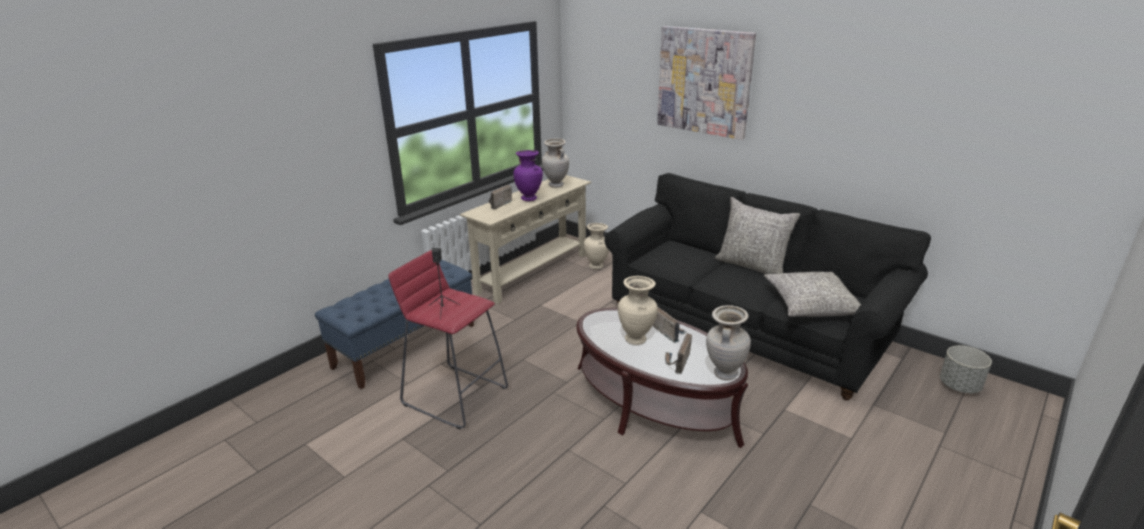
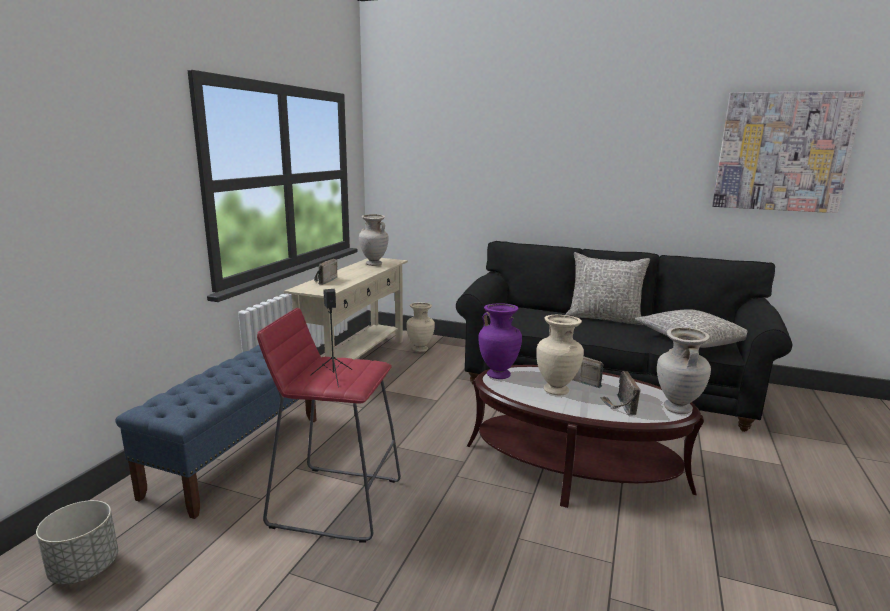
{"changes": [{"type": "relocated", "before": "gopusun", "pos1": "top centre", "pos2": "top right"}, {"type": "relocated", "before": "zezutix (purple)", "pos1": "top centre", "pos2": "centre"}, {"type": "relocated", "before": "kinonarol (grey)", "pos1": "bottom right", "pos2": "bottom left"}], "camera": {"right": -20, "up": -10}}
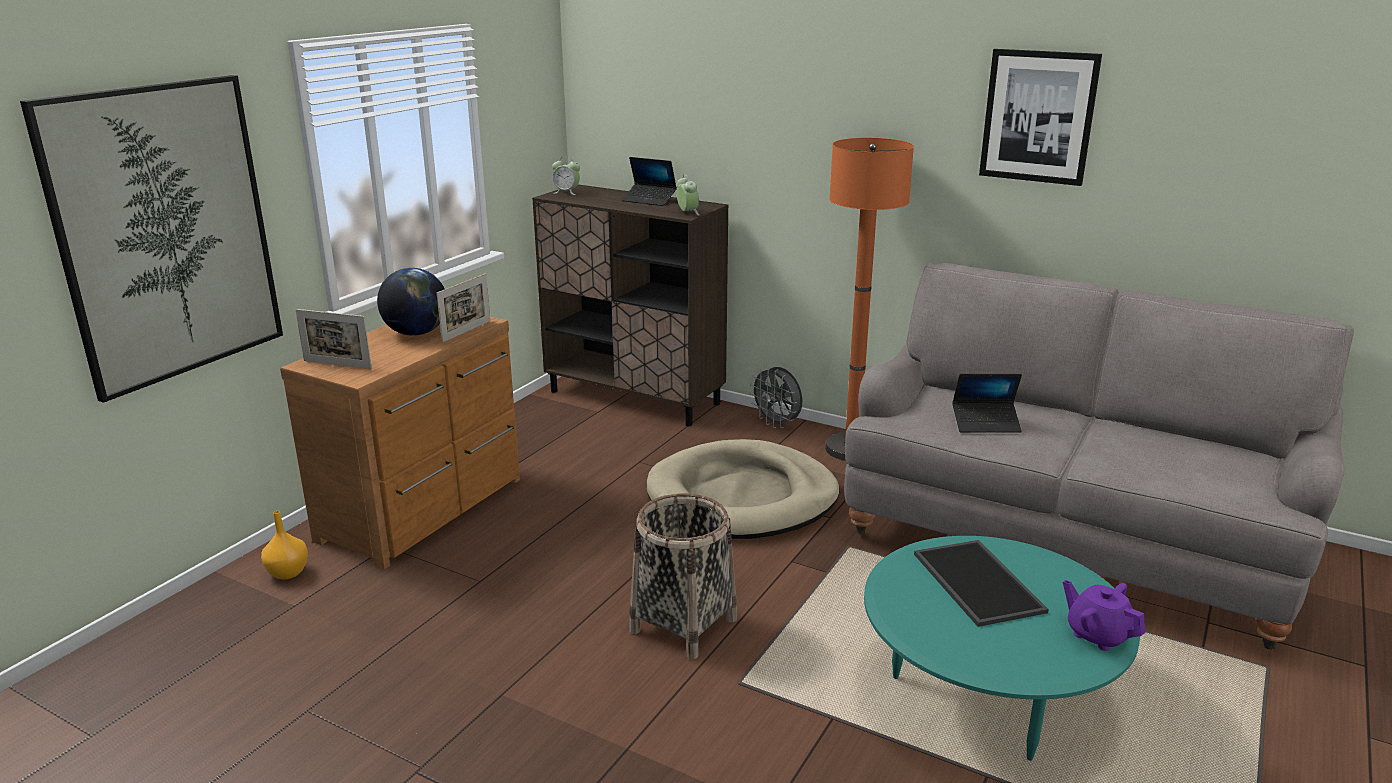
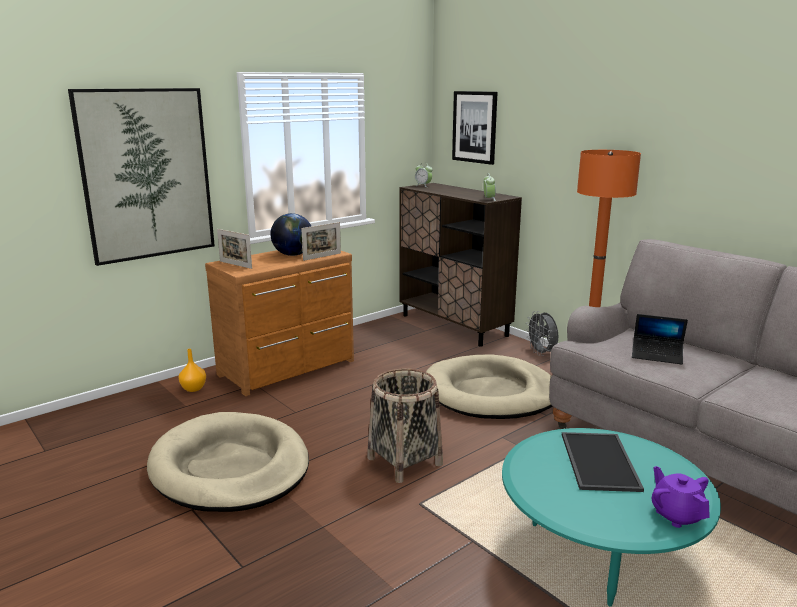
{"changes": [{"type": "relocated", "before": "gopusun (no. 2 from left)", "pos1": "top right", "pos2": "top centre"}, {"type": "missing", "before": "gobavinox (no. 1 from left)", "pos1": "top centre"}, {"type": "appeared", "after": "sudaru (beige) (no. 1 from left)", "pos2": "bottom left"}], "camera": {"right": 20, "up": -5}}
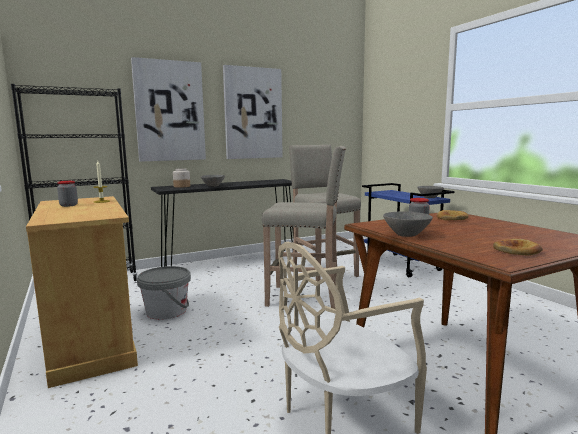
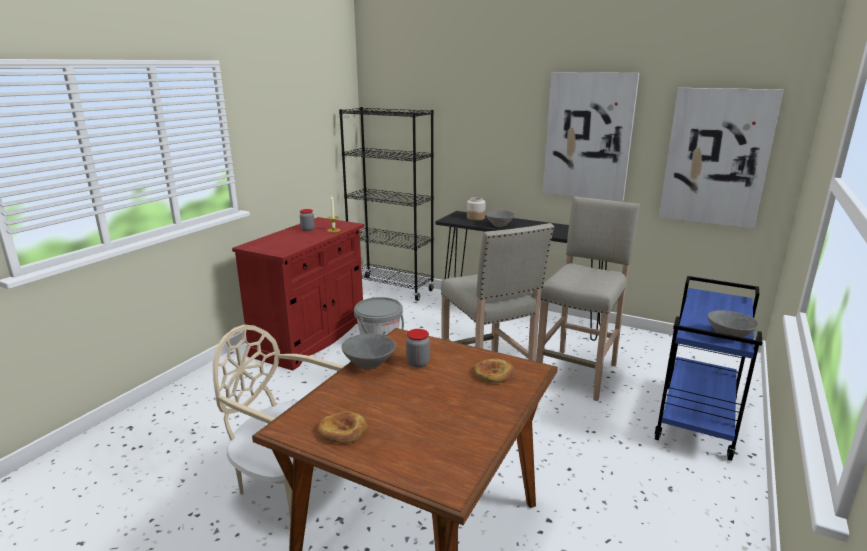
{"changes": [{"type": "relocated", "before": "gopusun (no. 1 from left in the first image)", "after": "gopusun (no. 2 from left)", "pos1": "top left", "pos2": "top right"}, {"type": "colour", "before": "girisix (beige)", "after": "girisix (red)", "pos1": "bottom left", "pos2": "centre"}], "camera": {"right": 55, "up": 10}}
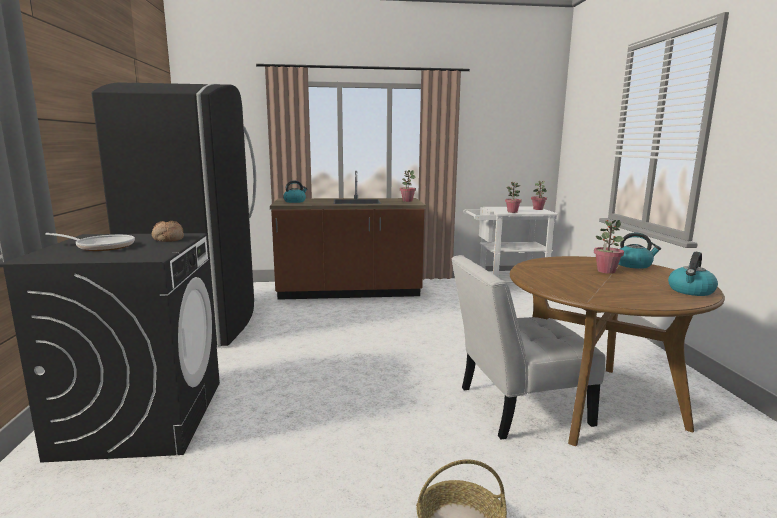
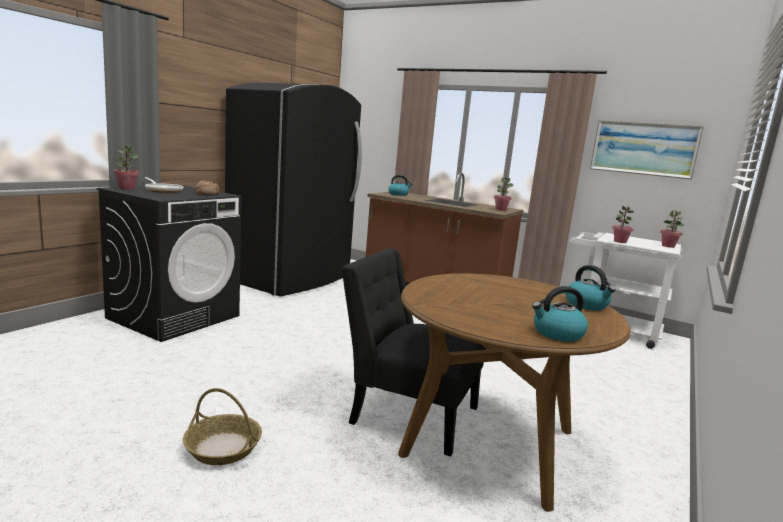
{"changes": [{"type": "relocated", "before": "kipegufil (no. 4 from left in the first image)", "after": "kipegufil (no. 1 from left)", "pos1": "middle right", "pos2": "top left"}, {"type": "colour", "before": "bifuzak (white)", "after": "bifuzak (black)", "pos1": "bottom right", "pos2": "bottom centre"}, {"type": "appeared", "after": "gopusun", "pos2": "top right"}], "camera": {"right": 35, "up": 0}}
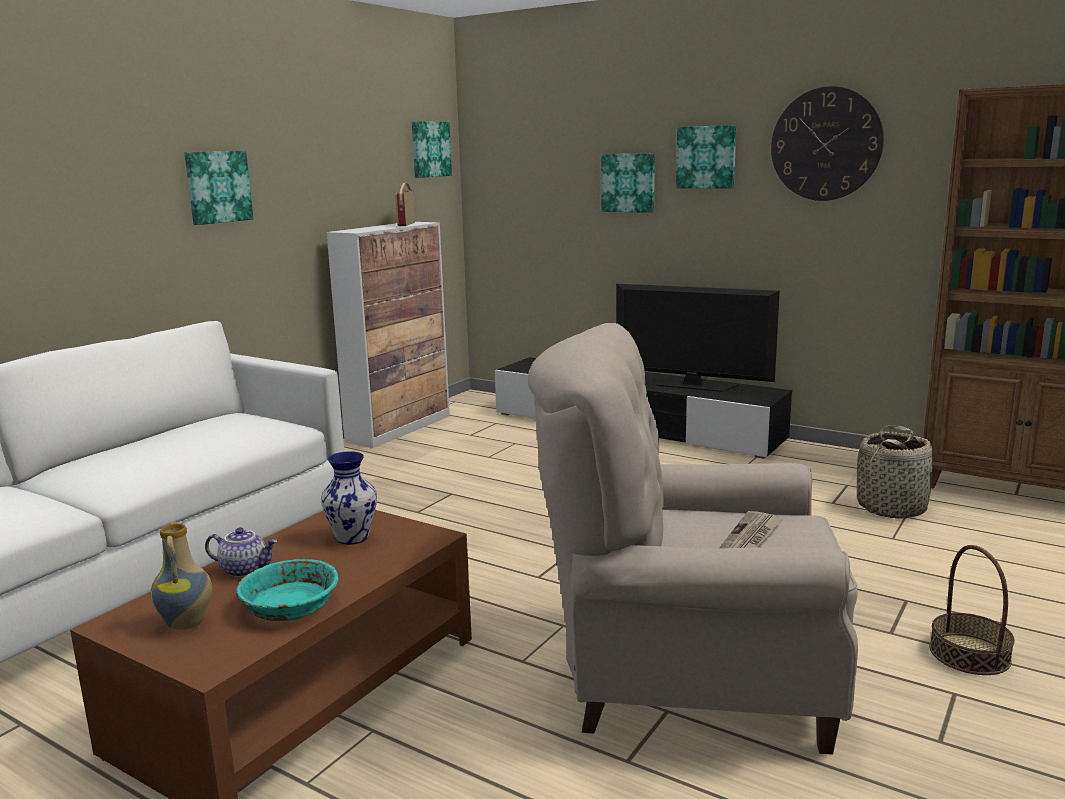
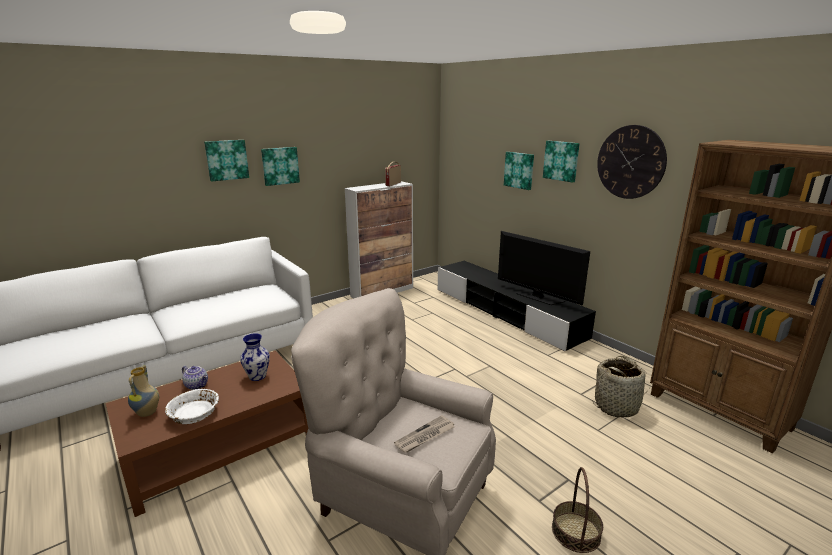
{"changes": [{"type": "relocated", "before": "gopusun (no. 2 from left in the first image)", "after": "gopusun (no. 1 from left)", "pos1": "top centre", "pos2": "top left"}, {"type": "colour", "before": "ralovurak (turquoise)", "after": "ralovurak (white)", "pos1": "bottom left", "pos2": "bottom left"}], "camera": {"right": 20, "up": 5}}
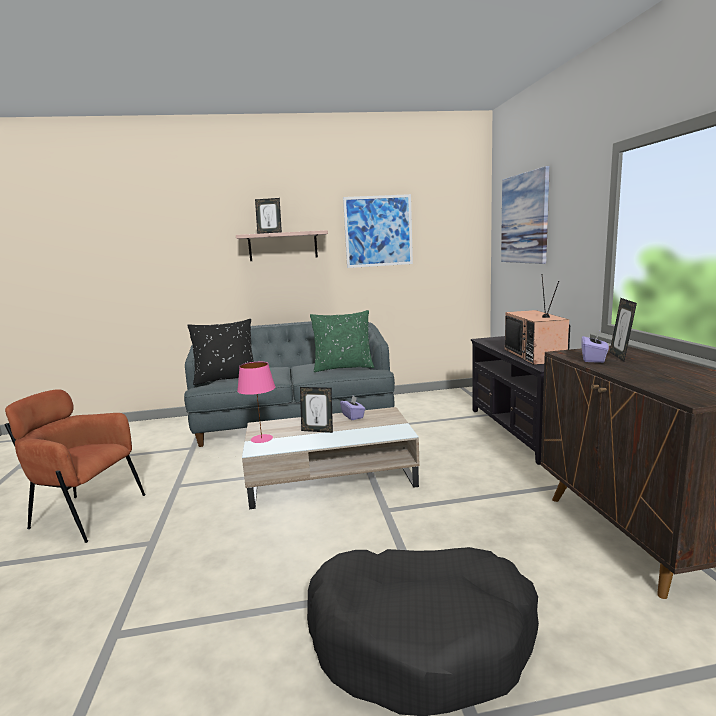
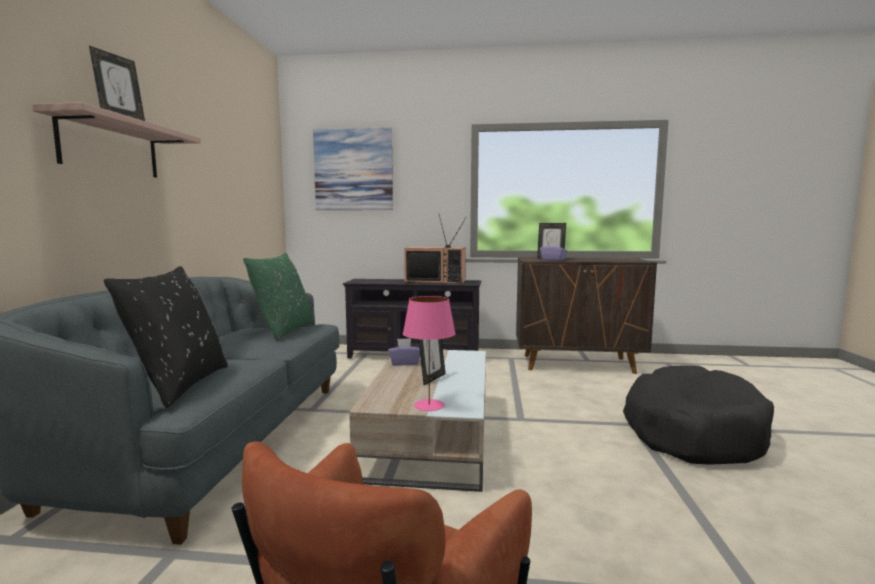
{"changes": [{"type": "missing", "before": "gopusun (no. 1 from left)", "pos1": "top centre"}], "camera": {"right": -75, "up": -5}}
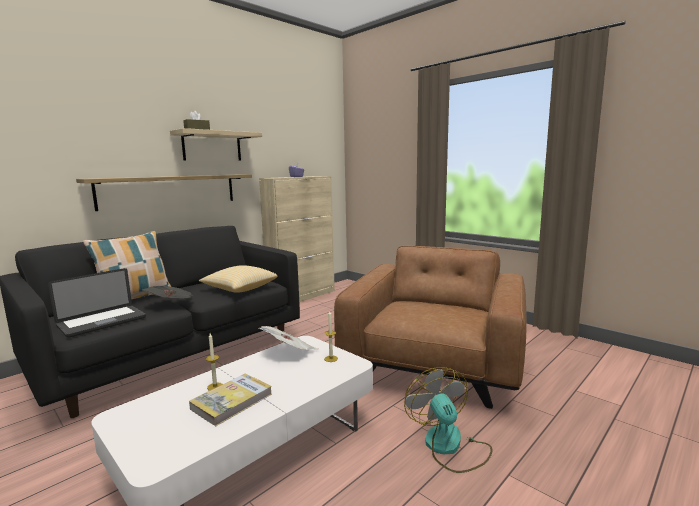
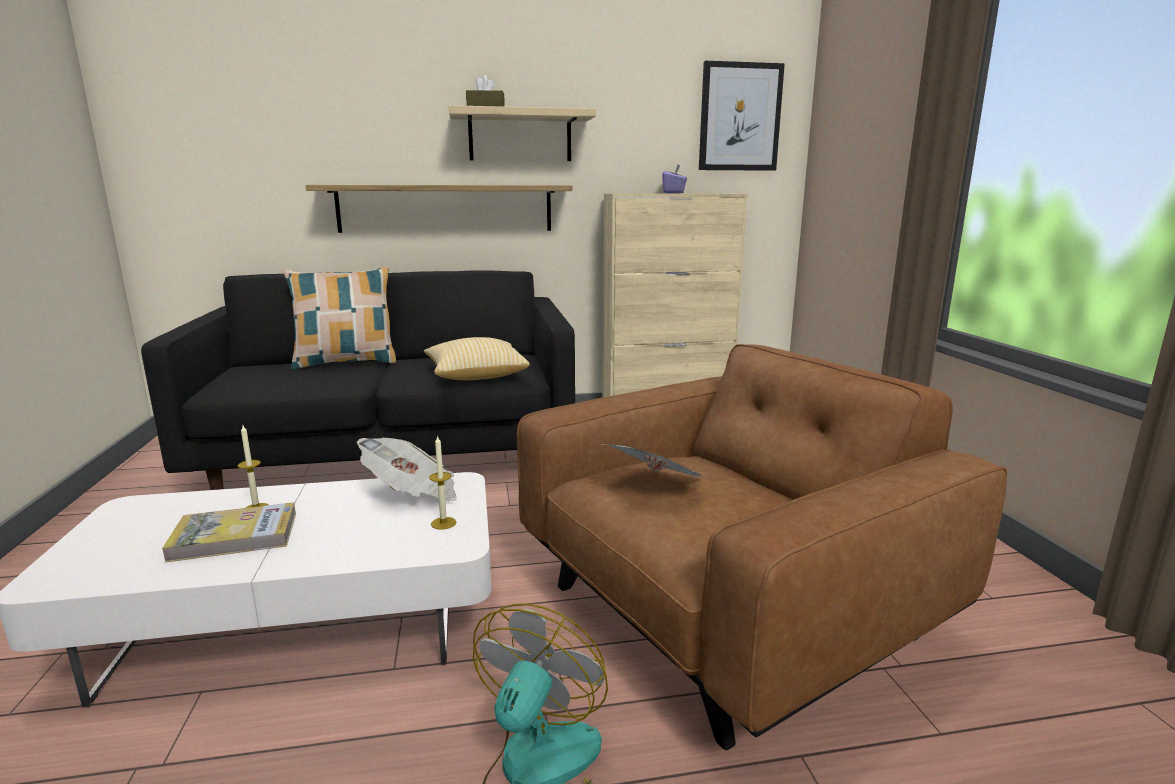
{"changes": [{"type": "missing", "before": "gobavinox", "pos1": "middle left"}, {"type": "relocated", "before": "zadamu (no. 1 from left in the first image)", "after": "zadamu (no. 2 from left)", "pos1": "middle left", "pos2": "centre"}, {"type": "appeared", "after": "gopusun", "pos2": "top centre"}], "camera": {"right": 35, "up": 5}}
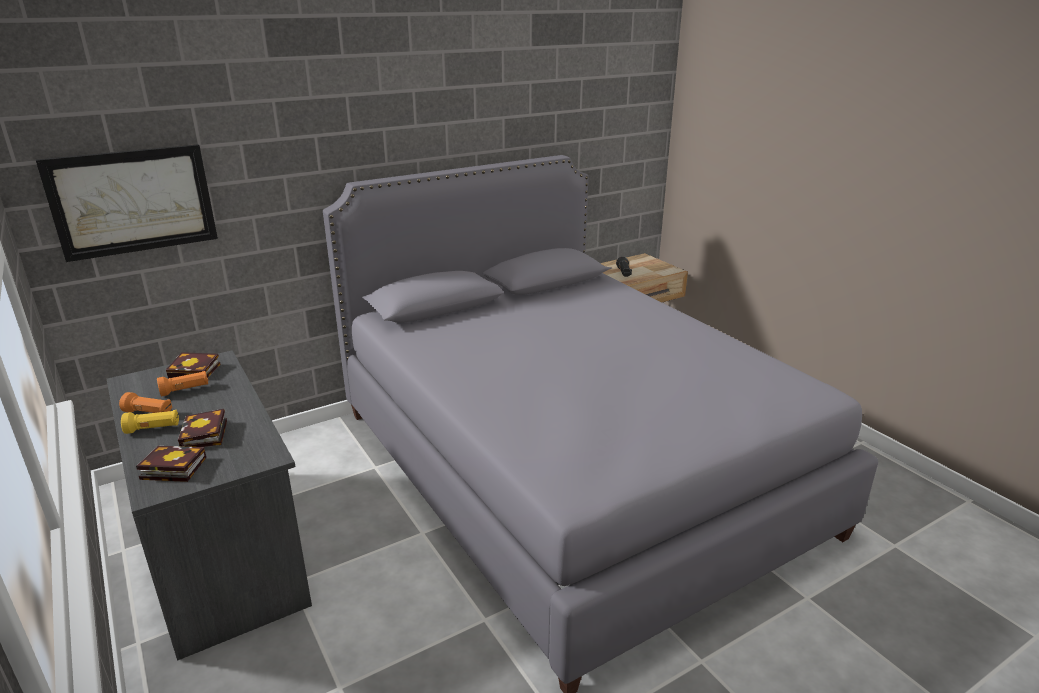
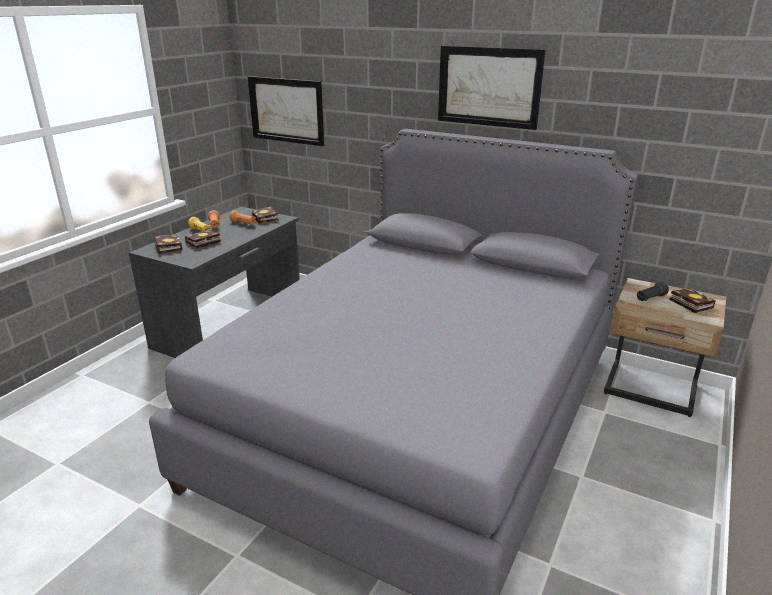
{"changes": [{"type": "appeared", "after": "gopusun (no. 2 from left)", "pos2": "top centre"}, {"type": "appeared", "after": "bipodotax (no. 4 from left)", "pos2": "middle right"}], "camera": {"right": 60, "up": 0}}
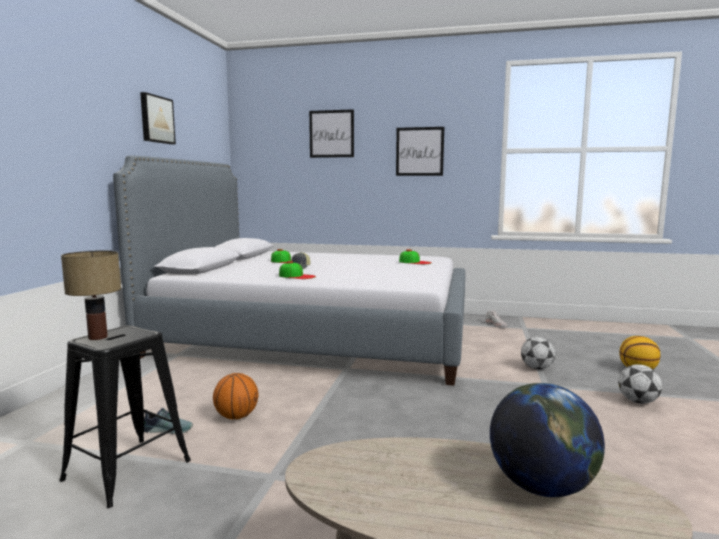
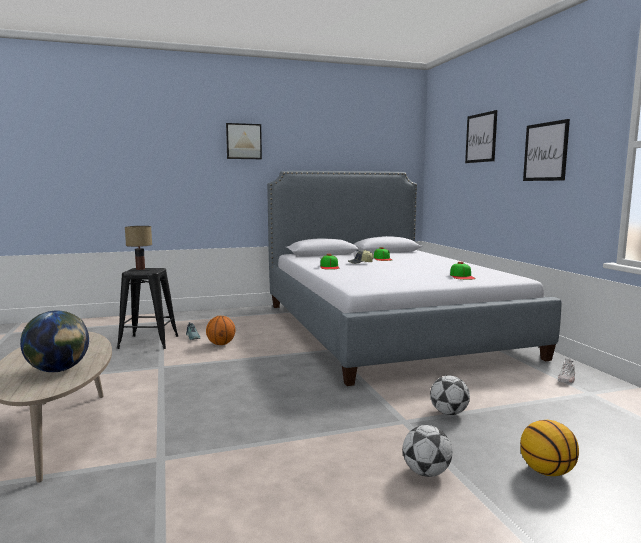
{"changes": [{"type": "relocated", "before": "gopusun (no. 1 from left)", "pos1": "top left", "pos2": "top centre"}], "camera": {"right": 60, "up": 0}}
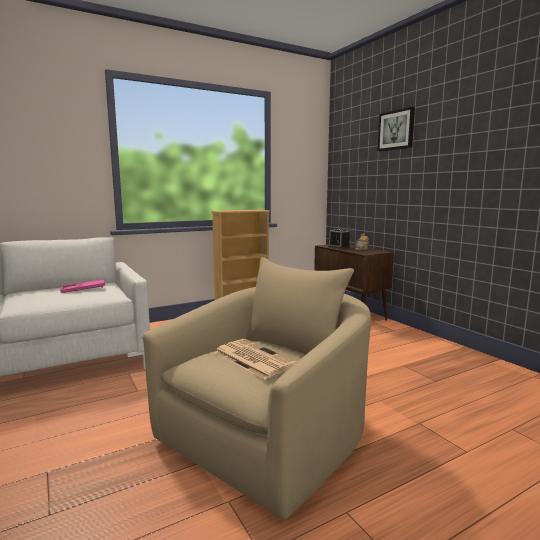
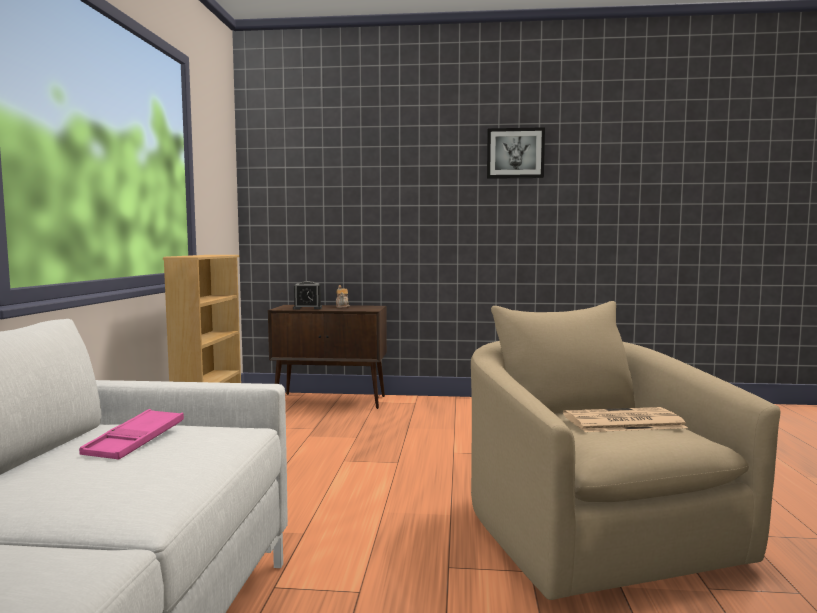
{"changes": [{"type": "relocated", "before": "gopusun", "pos1": "top right", "pos2": "top centre"}], "camera": {"right": -55, "up": -5}}
